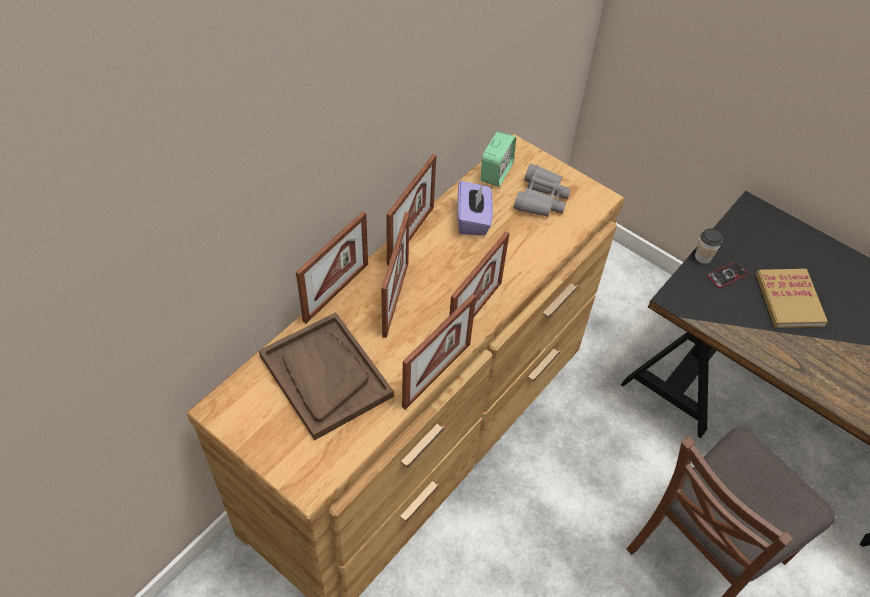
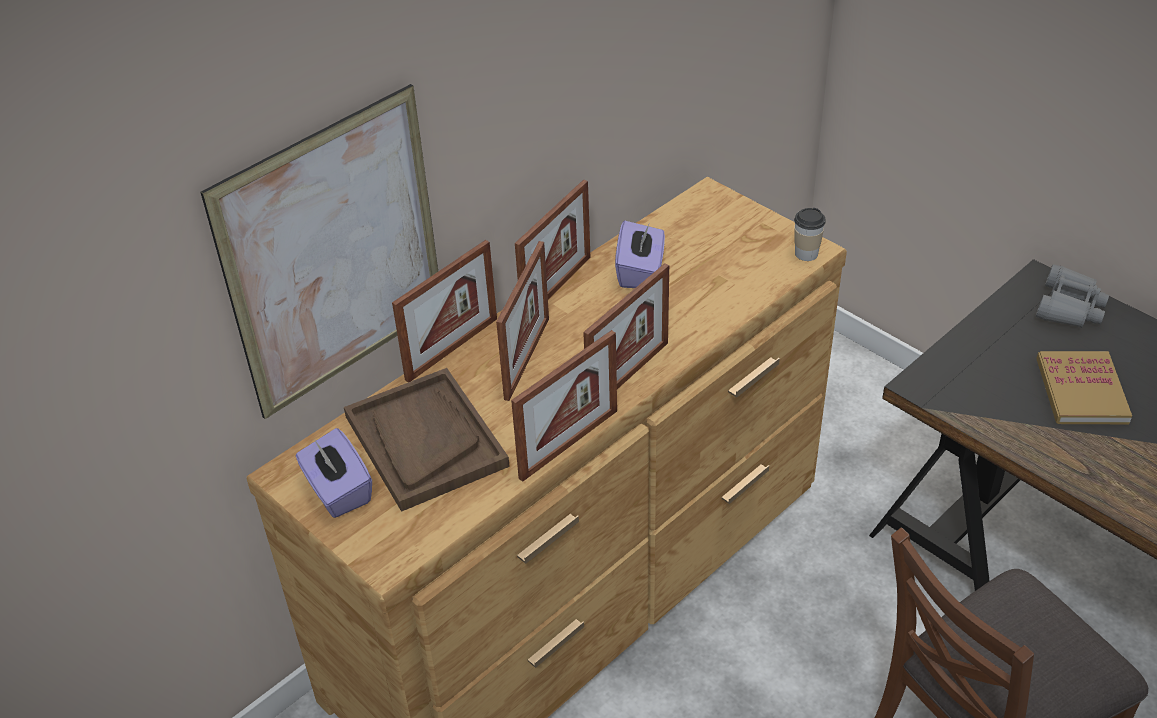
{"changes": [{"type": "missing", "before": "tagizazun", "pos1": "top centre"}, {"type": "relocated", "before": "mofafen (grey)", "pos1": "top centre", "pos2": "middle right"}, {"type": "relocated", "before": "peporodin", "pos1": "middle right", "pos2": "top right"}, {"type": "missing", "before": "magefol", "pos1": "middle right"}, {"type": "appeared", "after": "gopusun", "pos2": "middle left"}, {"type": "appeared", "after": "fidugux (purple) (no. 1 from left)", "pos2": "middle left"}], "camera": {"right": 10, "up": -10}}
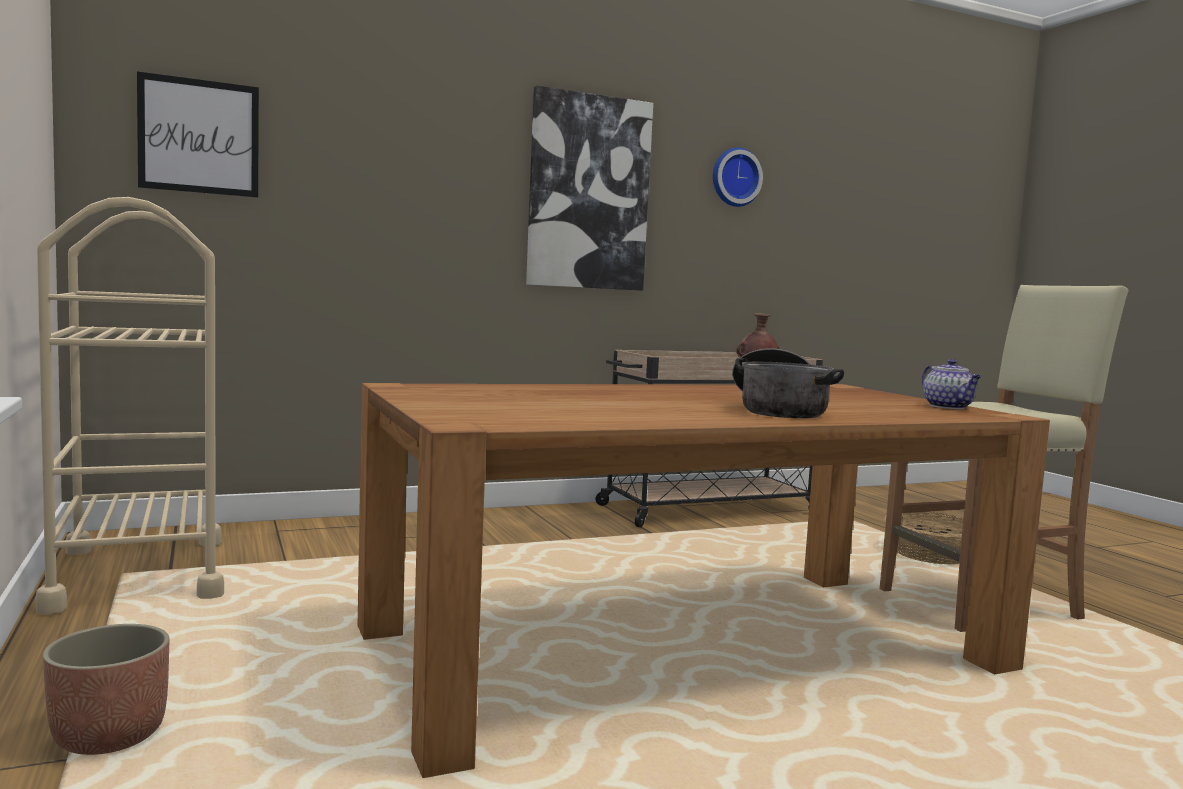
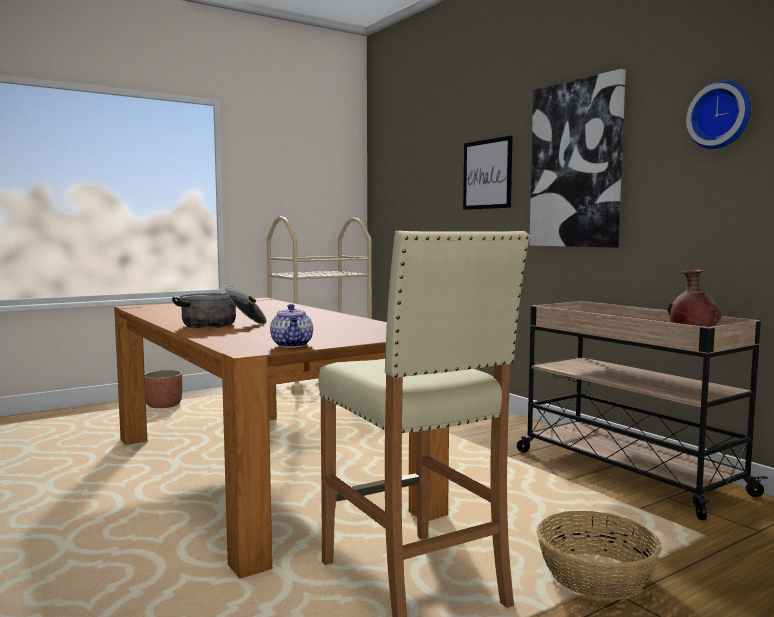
{"changes": [{"type": "relocated", "before": "gopusun (no. 1 from left)", "pos1": "top left", "pos2": "top centre"}, {"type": "spun", "before": "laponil", "pos1": "middle right", "pos2": "centre", "turn": -75}], "camera": {"right": 80, "up": 0}}
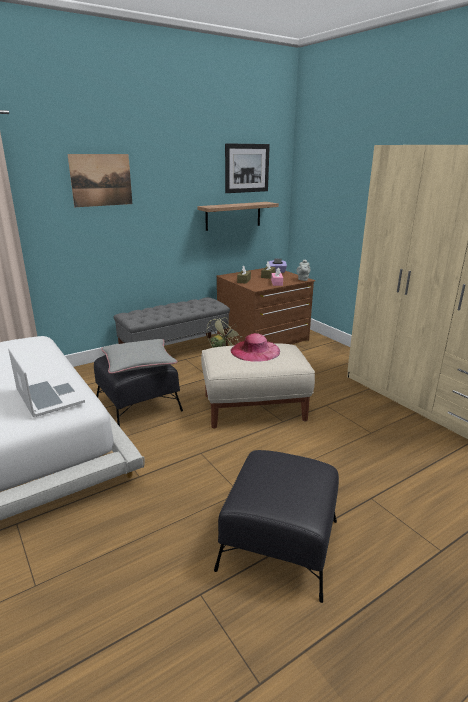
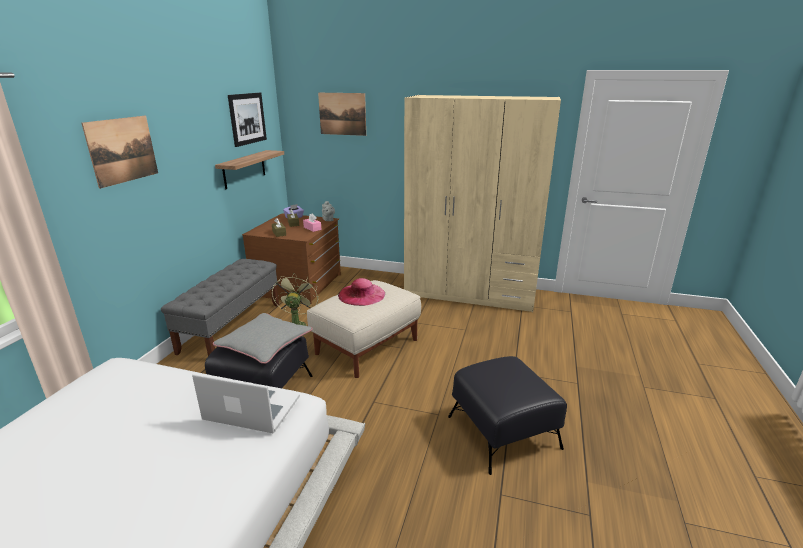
{"changes": [{"type": "appeared", "after": "gopusun (no. 3 from left)", "pos2": "top centre"}], "camera": {"right": -40, "up": 0}}
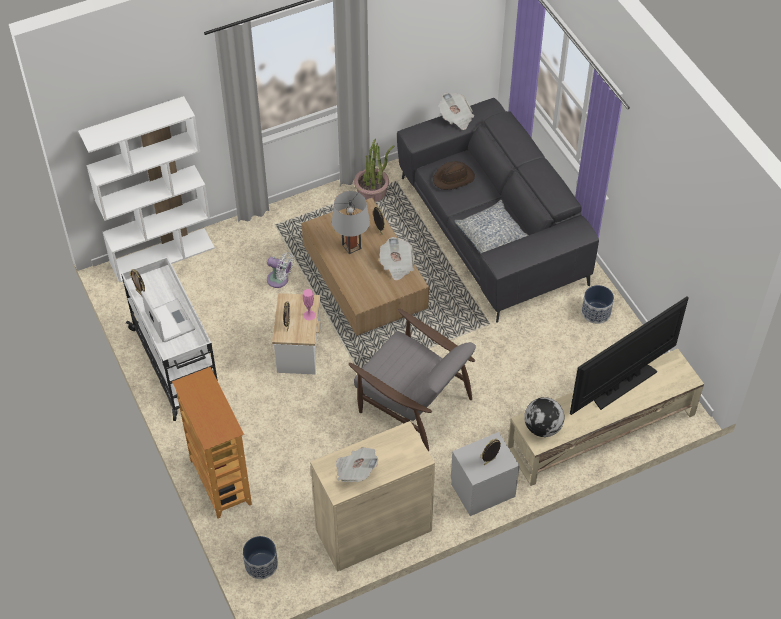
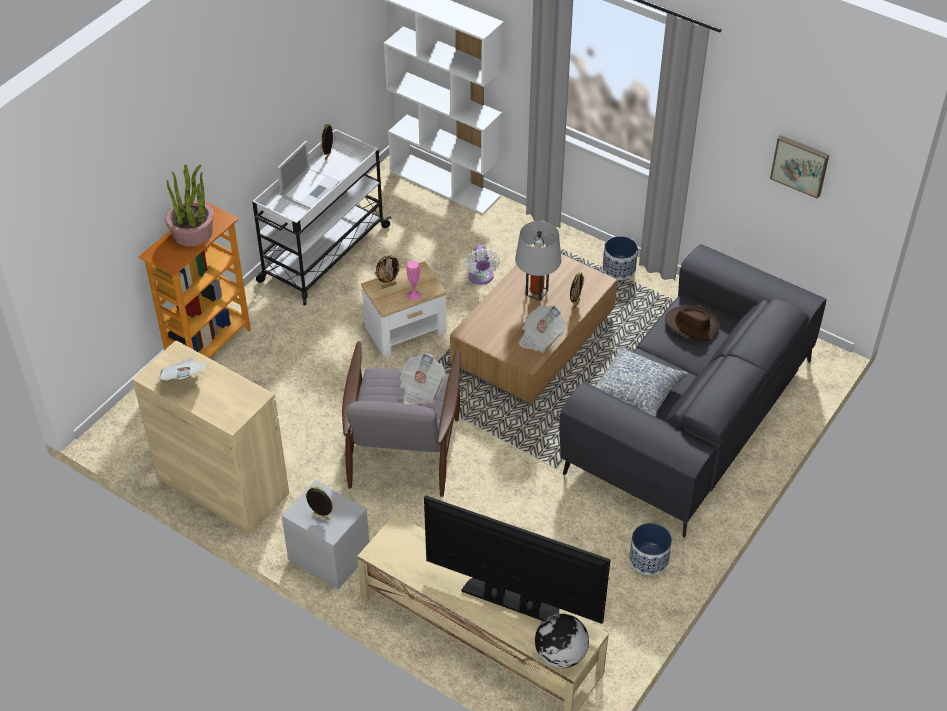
{"changes": [{"type": "relocated", "before": "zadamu (no. 3 from left in the first image)", "after": "zadamu (no. 2 from left)", "pos1": "top centre", "pos2": "centre"}, {"type": "relocated", "before": "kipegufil", "pos1": "top centre", "pos2": "top left"}, {"type": "relocated", "before": "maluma", "pos1": "bottom right", "pos2": "bottom centre"}, {"type": "relocated", "before": "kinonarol (no. 1 from left)", "pos1": "bottom left", "pos2": "centre"}, {"type": "appeared", "after": "gopusun", "pos2": "top right"}], "camera": {"right": 60, "up": -5}}
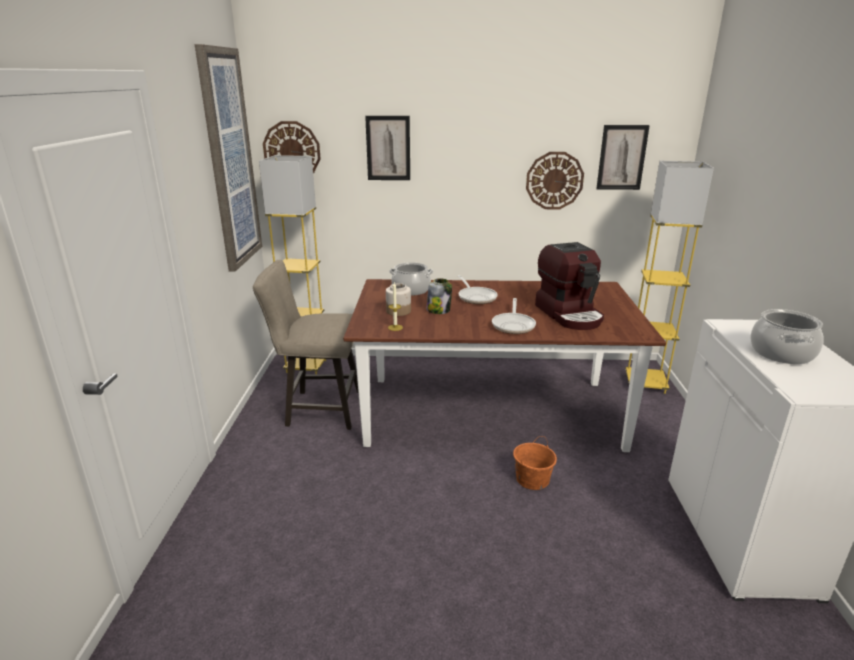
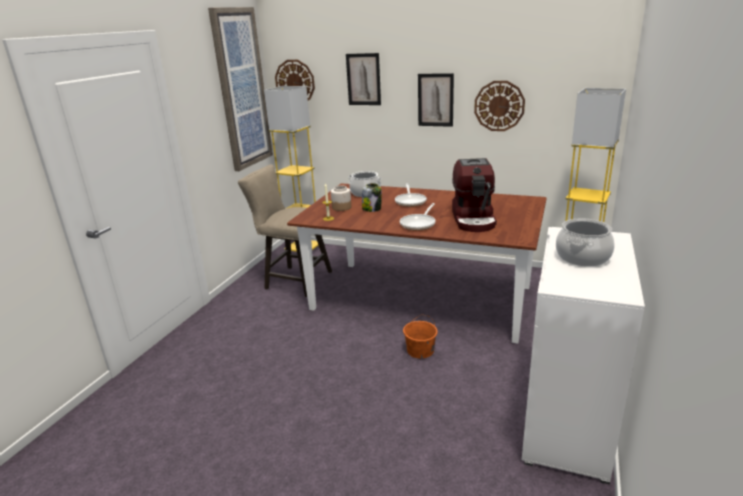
{"changes": [{"type": "relocated", "before": "gopusun (no. 3 from left)", "pos1": "top right", "pos2": "top centre"}], "camera": {"right": 20, "up": 0}}
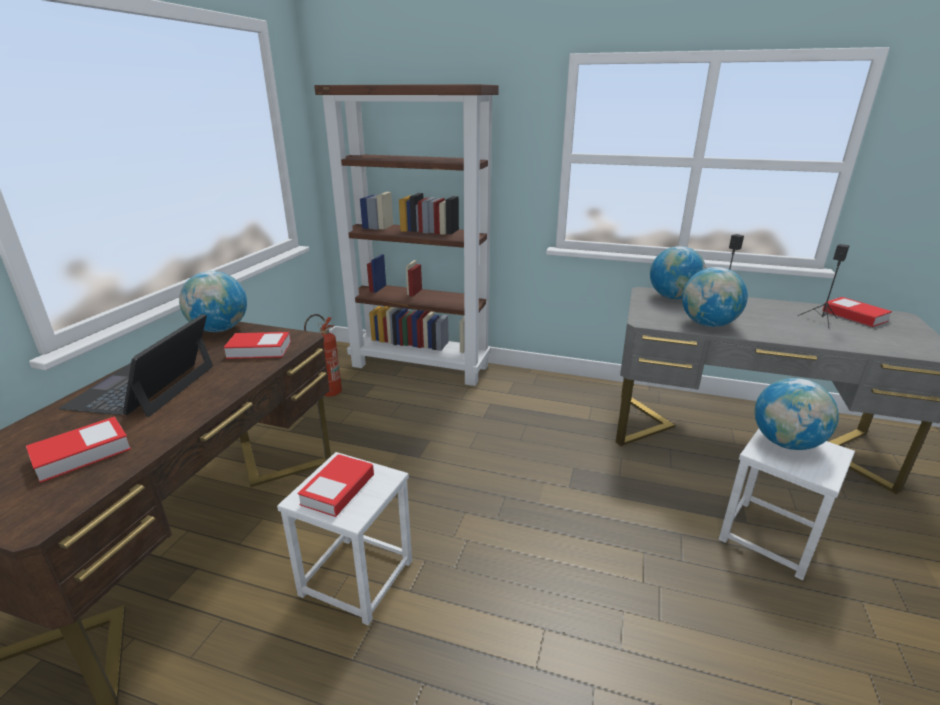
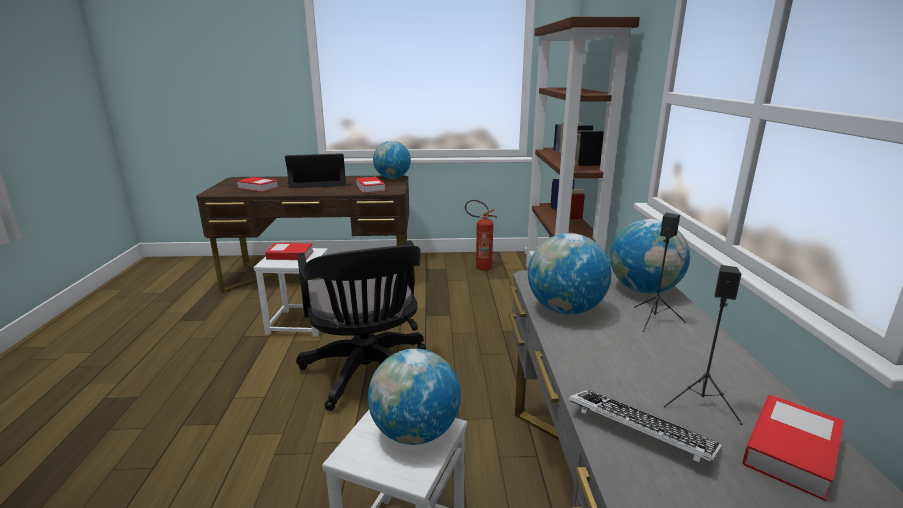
{"changes": [{"type": "appeared", "after": "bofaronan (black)", "pos2": "centre"}, {"type": "appeared", "after": "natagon", "pos2": "bottom right"}], "camera": {"right": 70, "up": -5}}
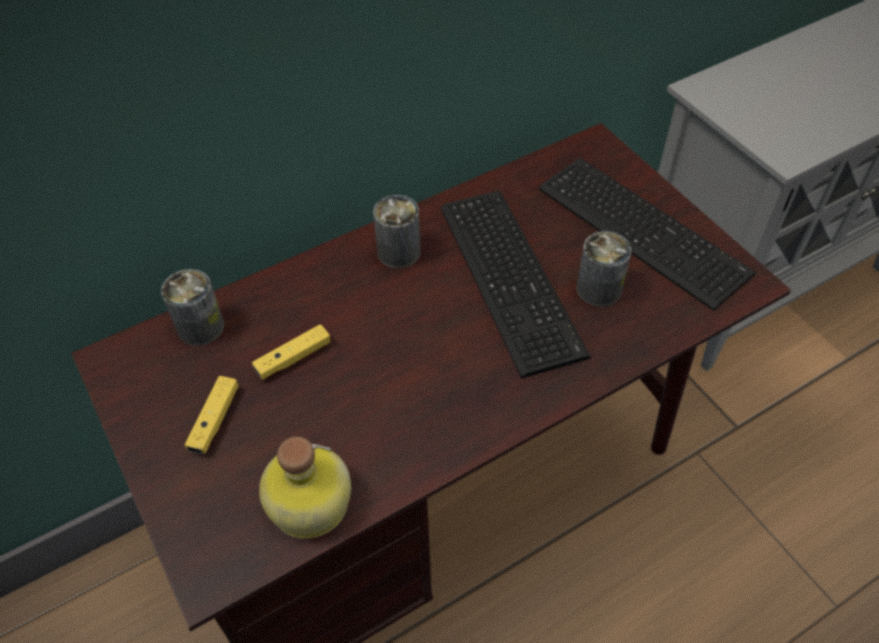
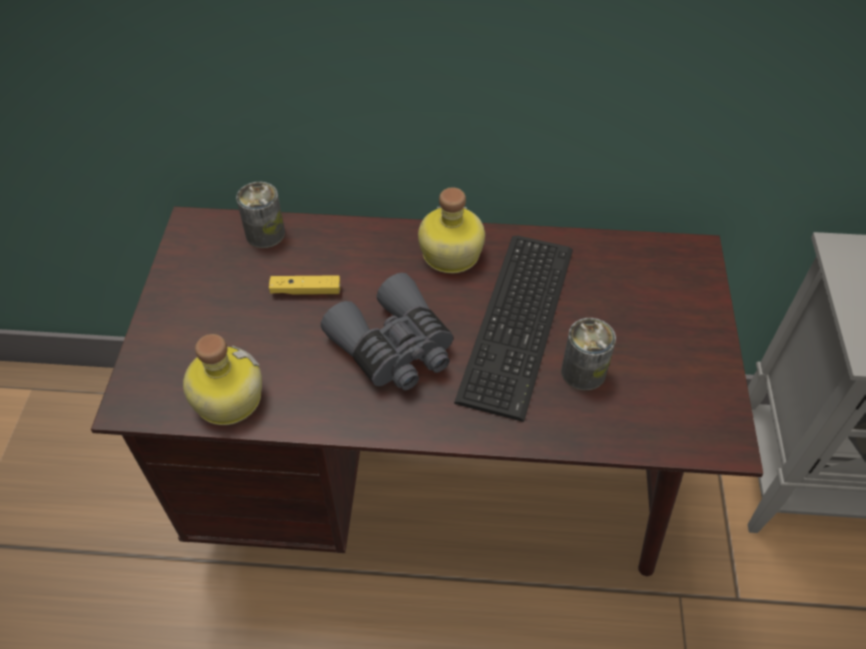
{"changes": [{"type": "missing", "before": "natagon (no. 2 from left)", "pos1": "middle right"}, {"type": "exchanged", "before": "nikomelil (no. 2 from left)", "after": "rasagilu (no. 2 from left)", "pos1": "centre", "pos2": "centre"}, {"type": "missing", "before": "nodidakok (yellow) (no. 1 from left)", "pos1": "middle left"}, {"type": "appeared", "after": "mofafen (grey)", "pos2": "centre"}], "camera": {"right": 35, "up": 0}}
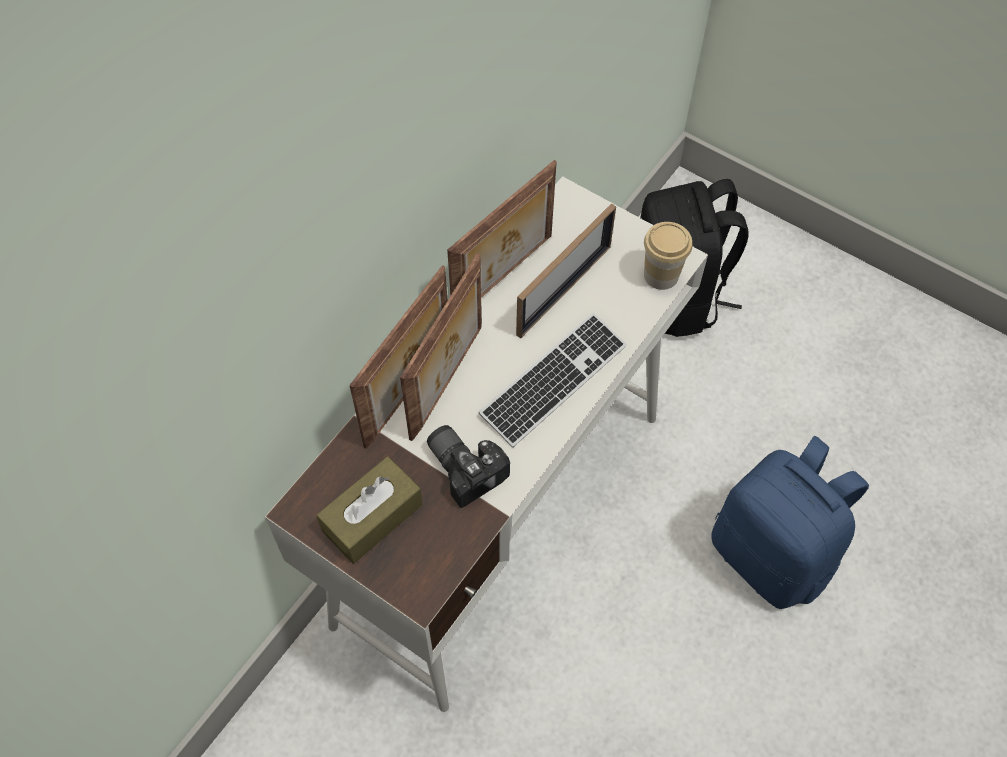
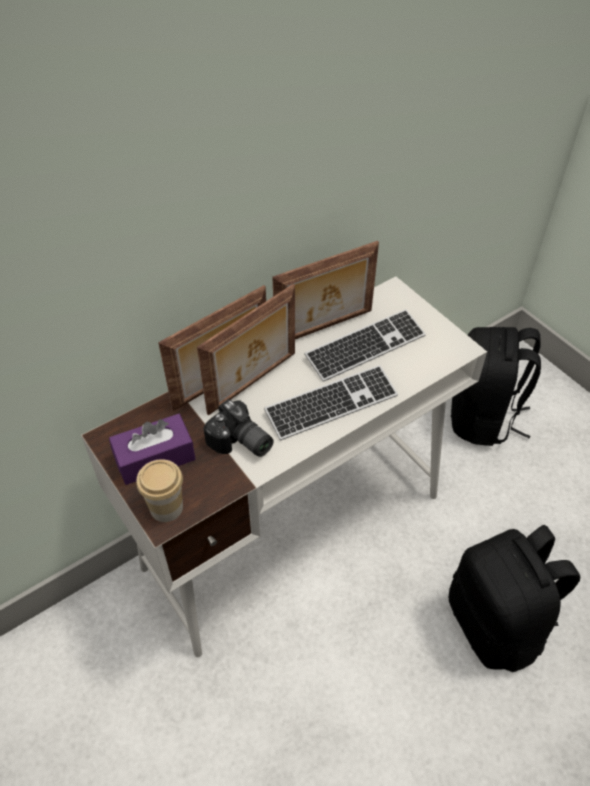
{"changes": [{"type": "exchanged", "before": "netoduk (no. 4 from left)", "after": "natagon (no. 2 from left)", "pos1": "centre", "pos2": "centre"}, {"type": "relocated", "before": "peporodin", "pos1": "centre", "pos2": "middle left"}, {"type": "spun", "before": "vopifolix", "pos1": "centre", "pos2": "centre", "turn": 150}, {"type": "colour", "before": "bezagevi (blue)", "after": "bezagevi (black) (no. 2 from left)", "pos1": "bottom right", "pos2": "bottom right"}, {"type": "colour", "before": "fidugux (brown)", "after": "fidugux (purple)", "pos1": "bottom centre", "pos2": "middle left"}], "camera": {"right": 20, "up": -10}}
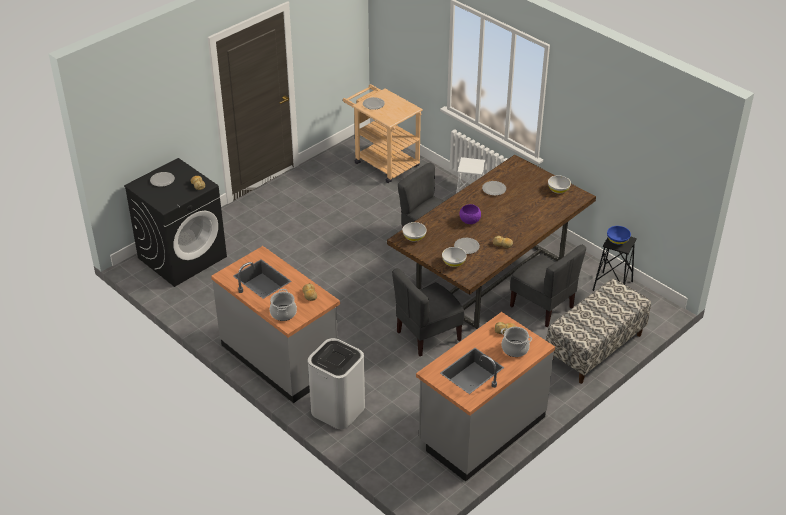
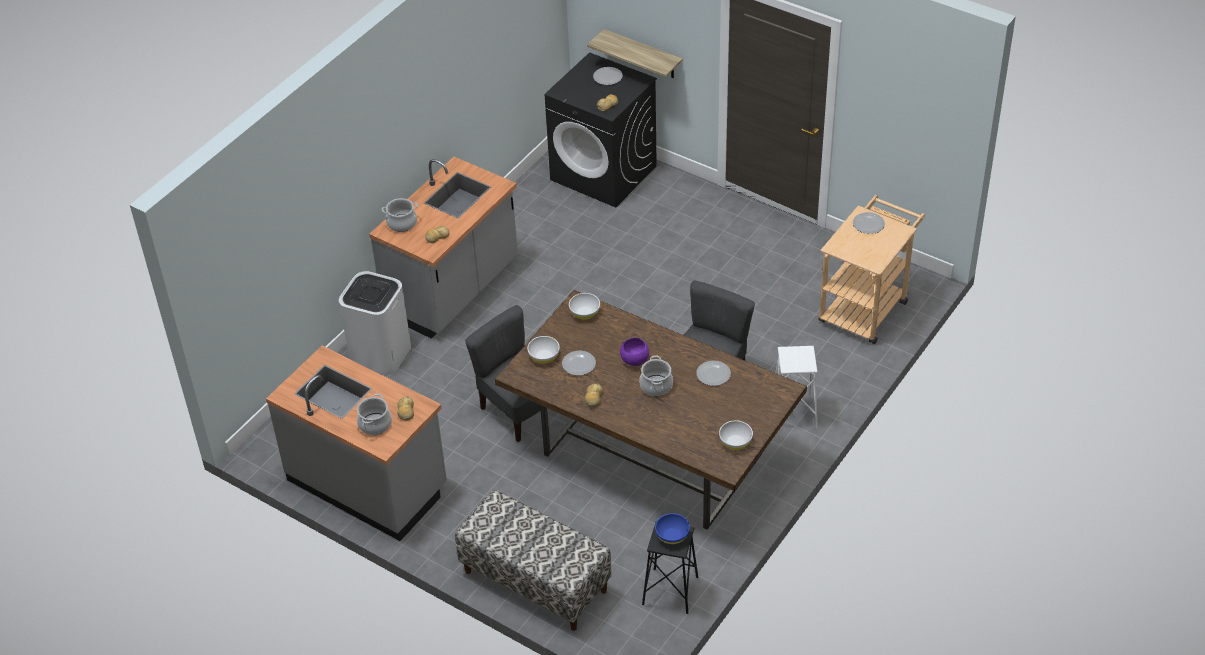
{"changes": [{"type": "missing", "before": "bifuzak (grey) (no. 3 from left)", "pos1": "middle right"}, {"type": "appeared", "after": "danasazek", "pos2": "top centre"}, {"type": "appeared", "after": "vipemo (no. 3 from left)", "pos2": "centre"}], "camera": {"right": 80, "up": 5}}
